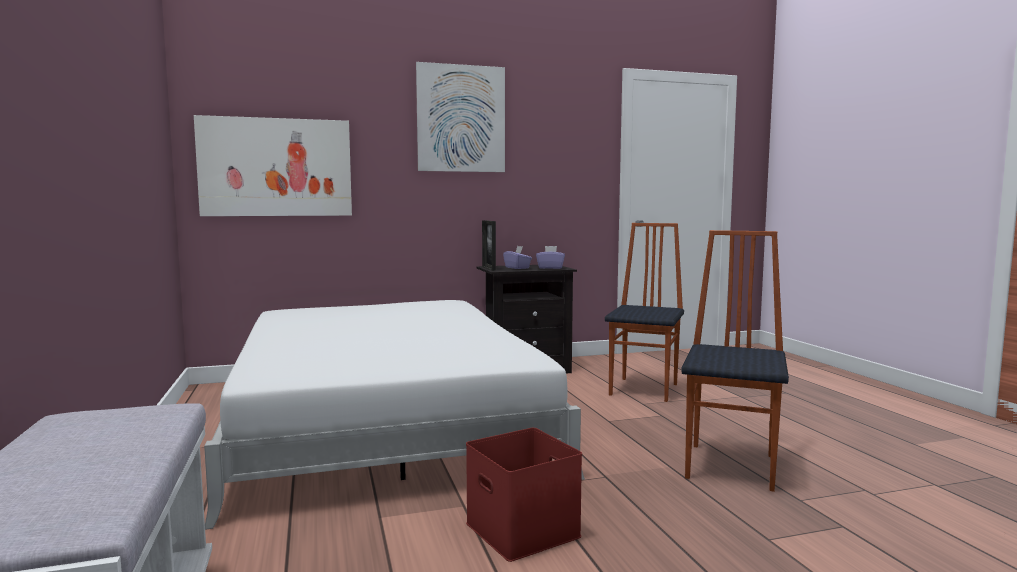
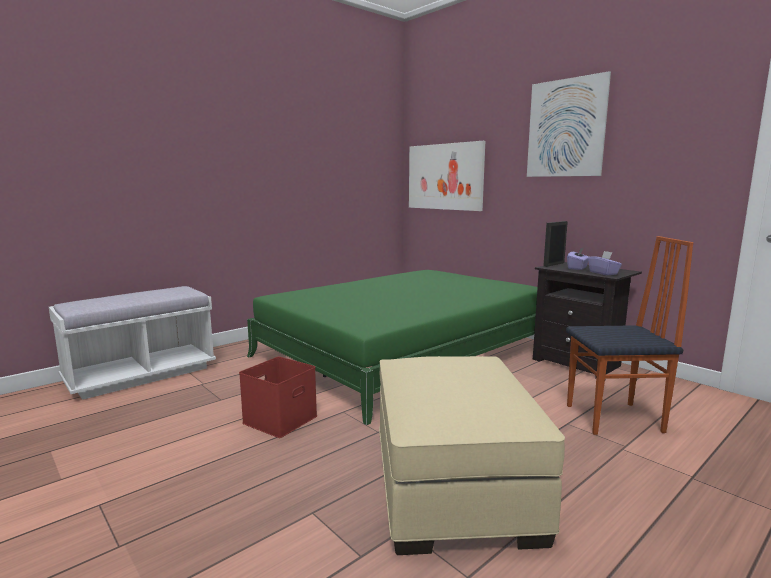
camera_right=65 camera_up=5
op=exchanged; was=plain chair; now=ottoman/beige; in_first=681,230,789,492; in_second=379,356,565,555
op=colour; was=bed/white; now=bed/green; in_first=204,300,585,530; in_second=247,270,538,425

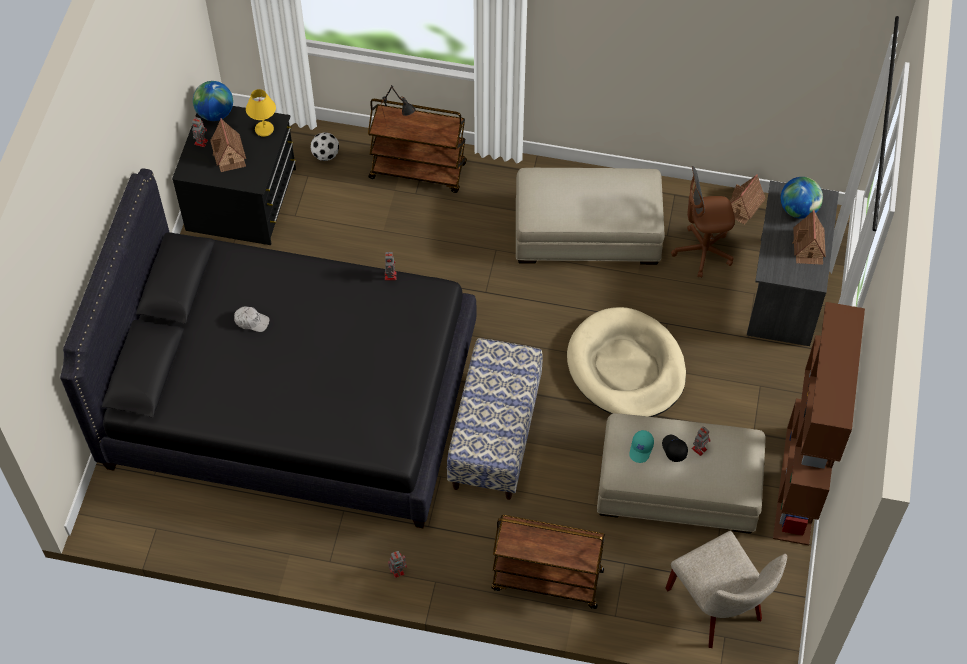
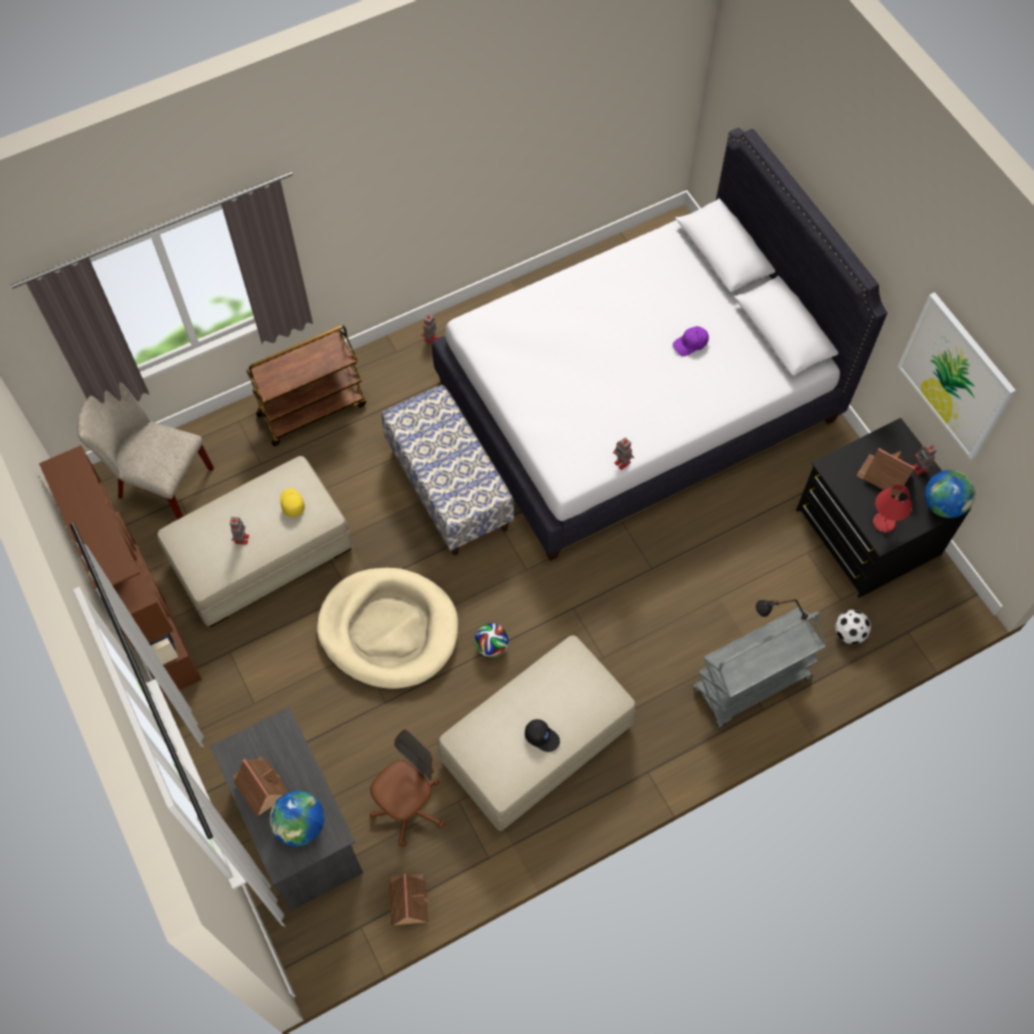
camera_right=140 camera_up=5
op=appeared; now=football; in_second=475,623,509,658
op=appeared; now=picture; in_second=897,292,1016,459
op=relocated; was=cap/black; in_first=662,435,688,462; in_second=525,719,560,752
op=colour; was=bed/black; now=bed/white; in_first=60,168,477,528; in_second=432,128,887,561
op=colour; was=cap/white; now=cap/purple; in_first=234,306,269,332; in_second=673,326,709,356
op=colour; was=tabletop lamp/yellow-coloured; now=tabletop lamp/red-coloured; in_first=246,89,276,137; in_second=873,485,912,533
op=colour; was=trolley/brownish; now=trolley/gray; in_first=368,99,467,193; in_second=693,608,826,727
op=colour; was=cap/turquoise-coloured; now=cap/yellow-coloured; in_first=629,430,654,463; in_second=280,488,305,517

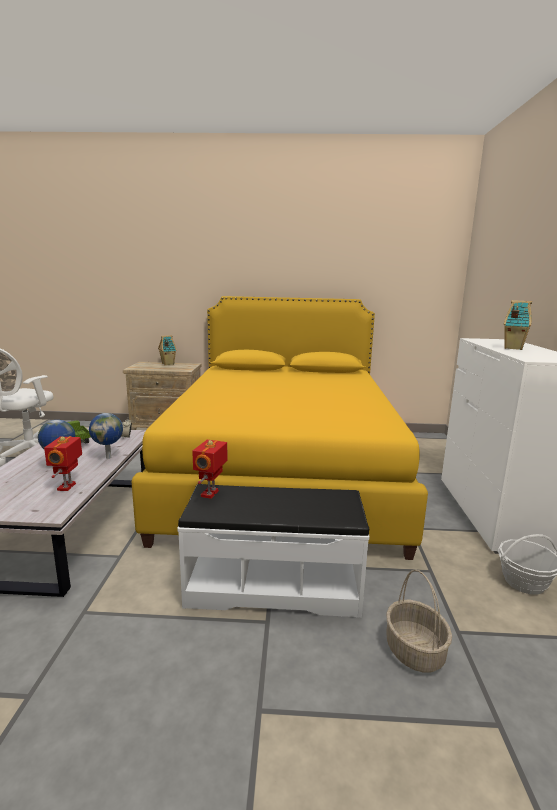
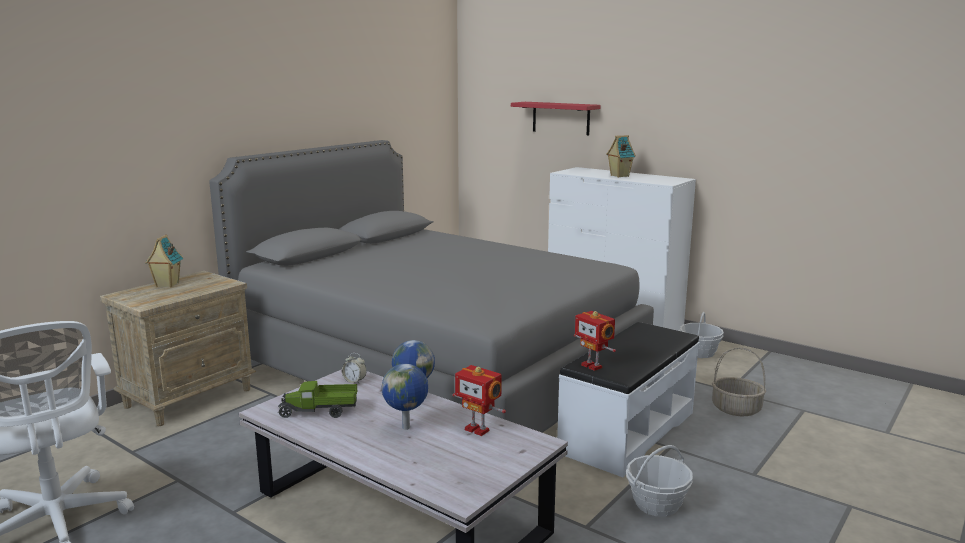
camera_right=-55 camera_up=0
op=appeared; now=shelf/red-coloured; in_second=511,102,601,135
op=appeared; now=household basket; in_second=626,445,693,517
op=colour; was=bed/yellow-coloured; now=bed/gray; in_first=132,296,428,560; in_second=209,140,654,433

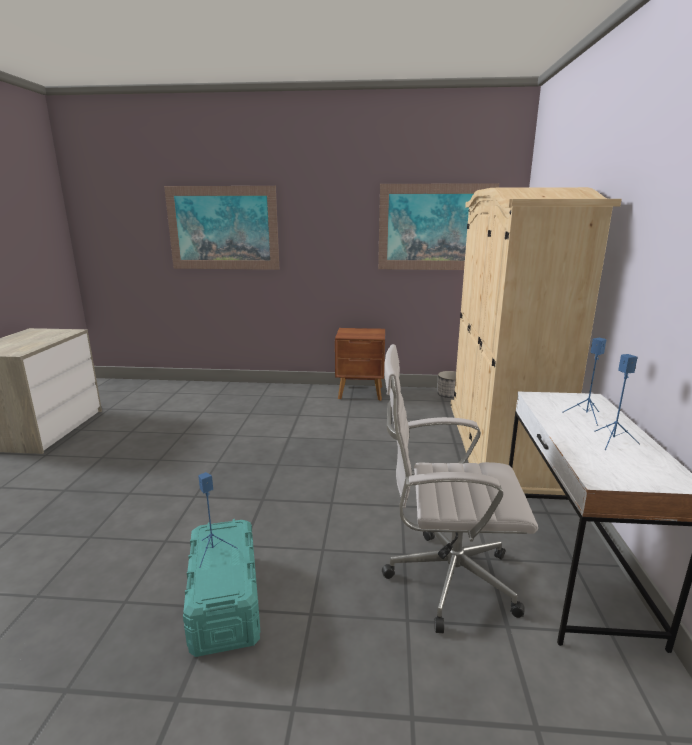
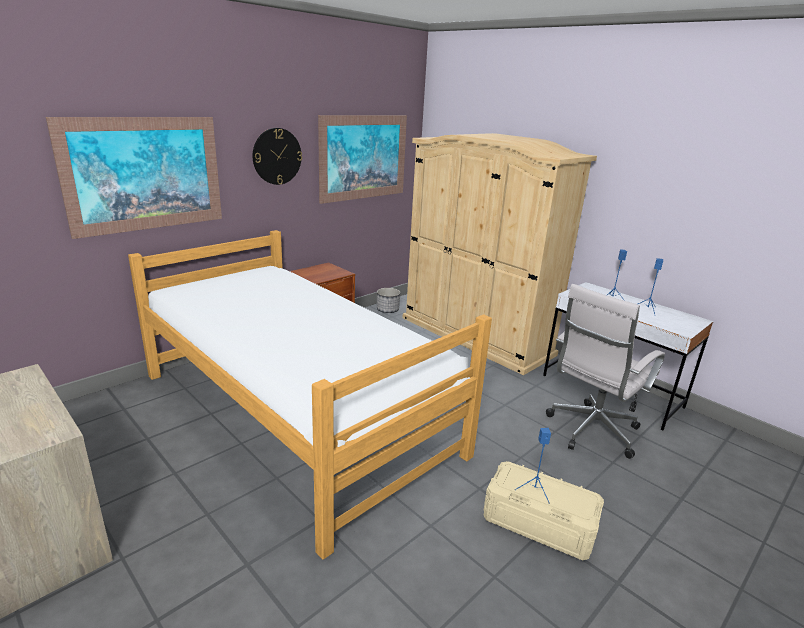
camera_right=-50 camera_up=5
op=appeared; now=bed; in_second=128,230,492,559
op=appeared; now=wall clock; in_second=253,128,302,185
op=colour; was=storage container/turquoise-coloured; now=storage container/beige; in_first=183,519,260,657; in_second=483,461,604,560

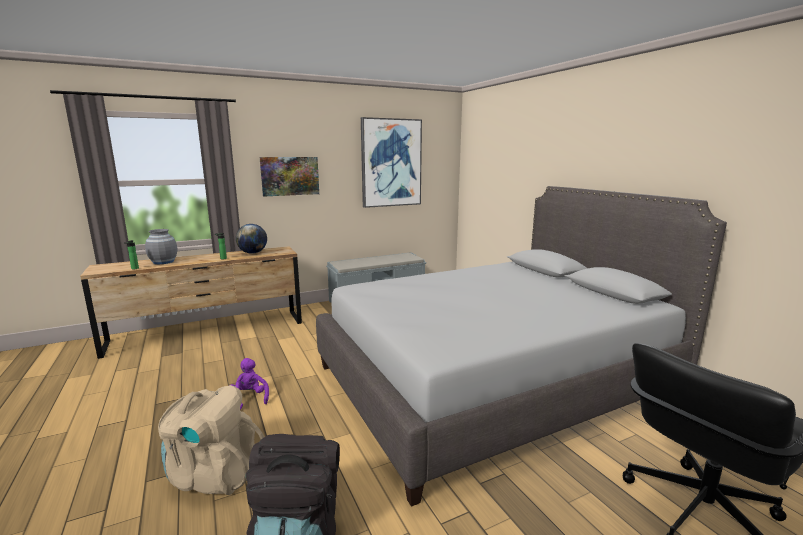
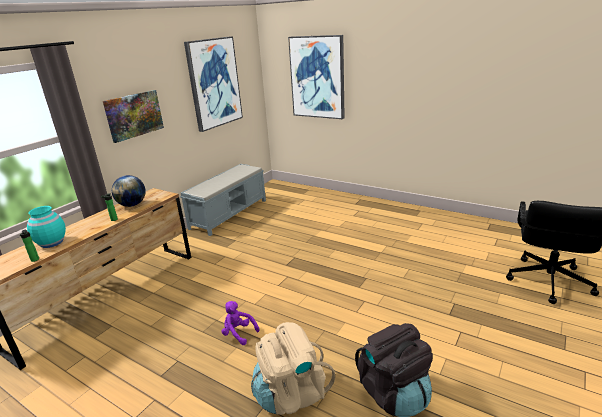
camera_right=-30 camera_up=10
op=missing; was=bed/gray; in_first=316,186,727,507
op=appeared; now=picture; in_second=288,35,345,119
op=colour; was=vase/gray; now=vase/turquoise-coloured; in_first=145,229,177,264; in_second=27,206,66,248

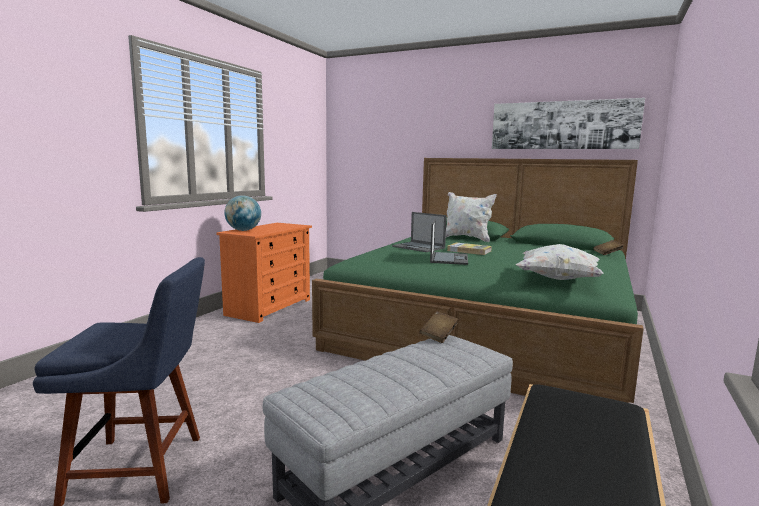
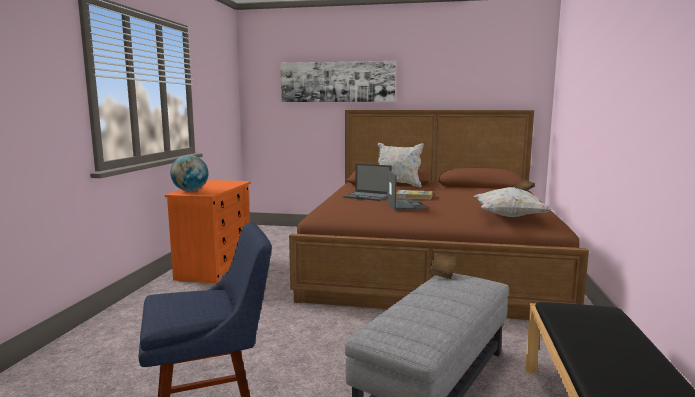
camera_right=-15 camera_up=0
op=relocated; was=picture; in_first=492,98,645,149; in_second=280,61,396,102
op=colour; was=bed/green; now=bed/brownish; in_first=312,158,644,403; in_second=289,110,589,320

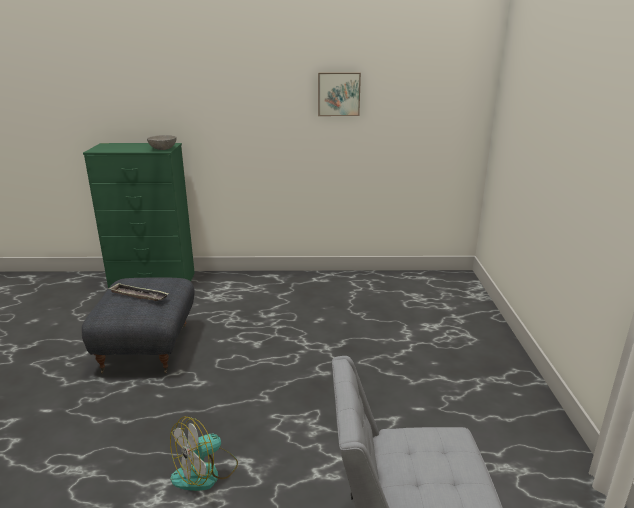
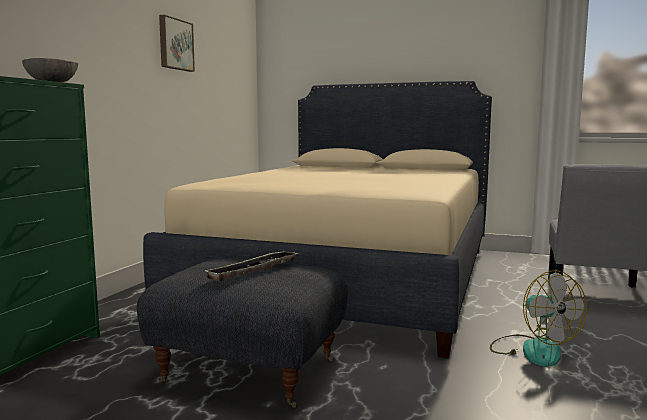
camera_right=-70 camera_up=-15
op=appeared; now=bed/beige; in_second=143,81,492,359

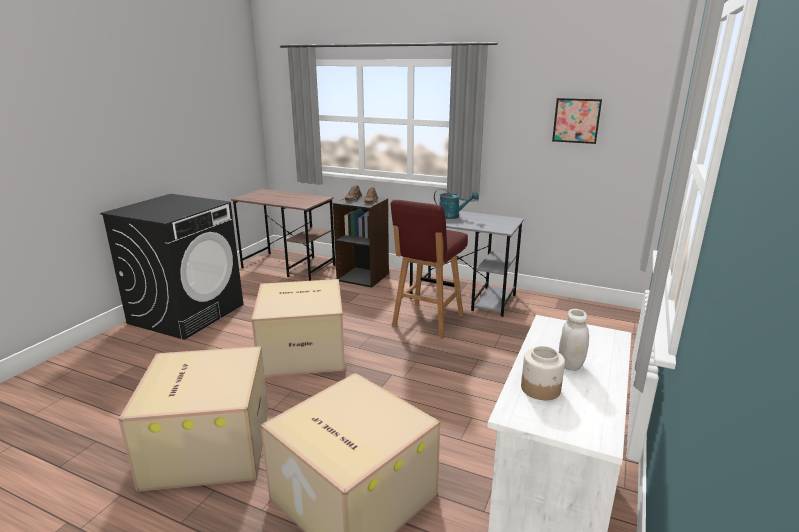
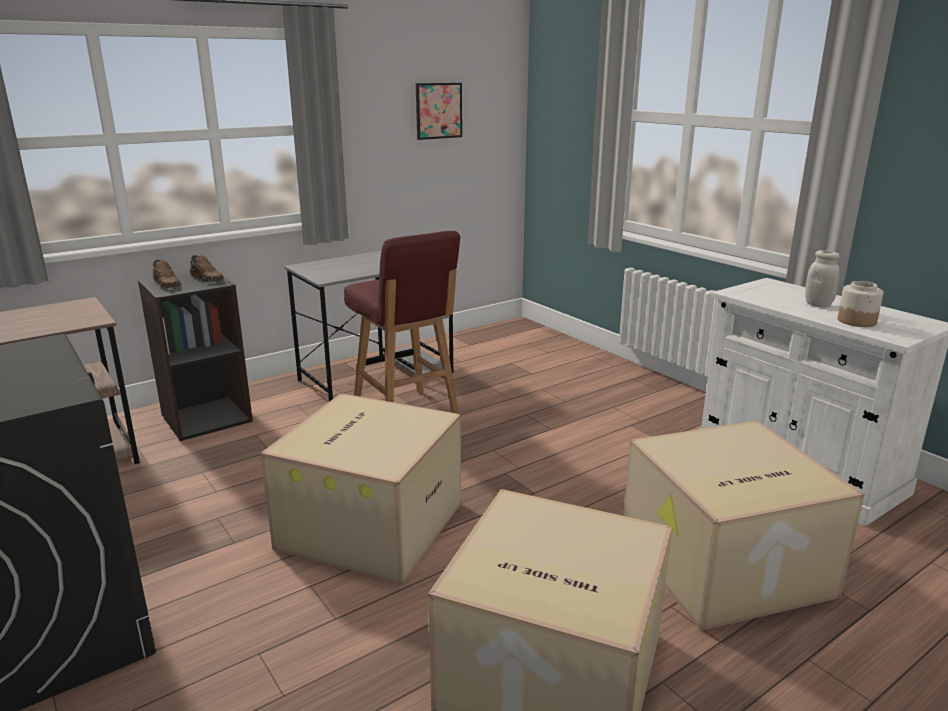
camera_right=-60 camera_up=0
op=missing; was=sprinkling can/turquoise-coloured; in_first=434,189,479,219

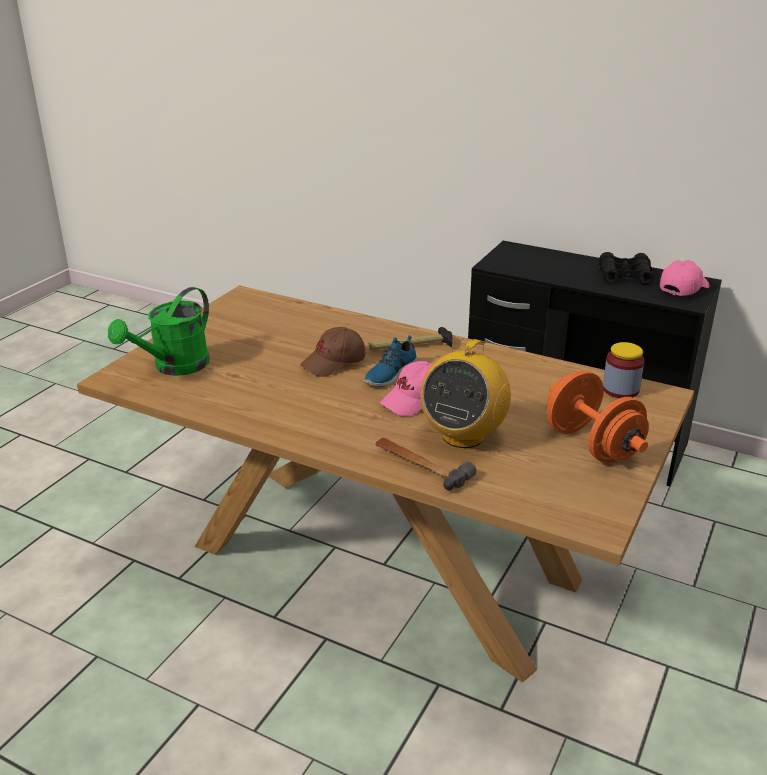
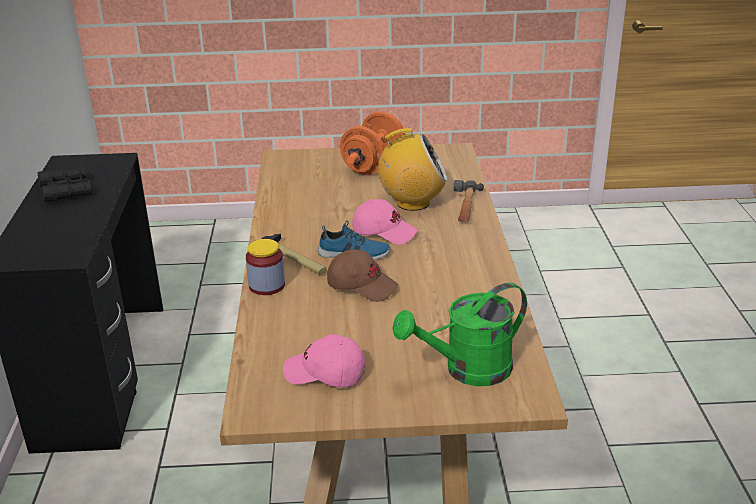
camera_right=-120 camera_up=0
op=relocated; was=preserve jar; in_first=603,342,645,398; in_second=246,239,285,295
op=relocated; was=cap/pink-coloured; in_first=660,260,709,296; in_second=283,334,365,387
op=spun; was=sprinkling can/green; in_first=108,287,209,376; in_second=392,283,527,386; clockwise=150

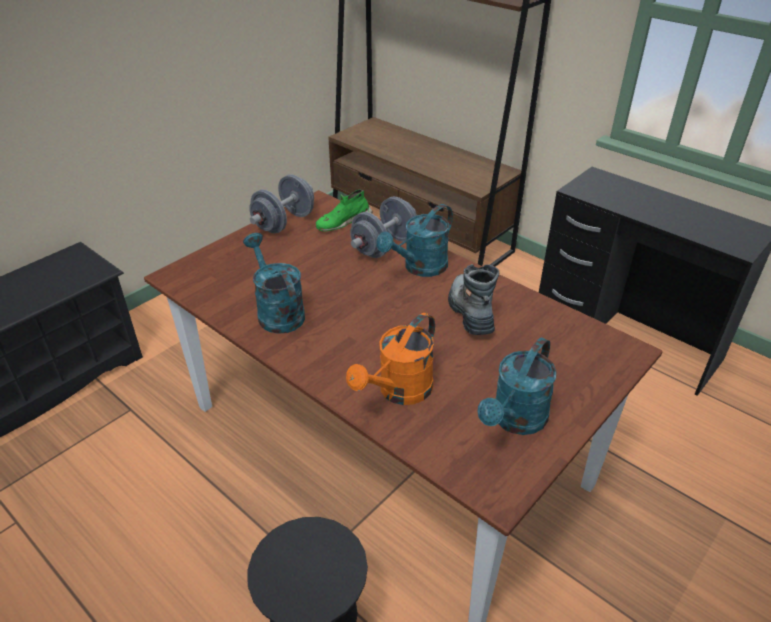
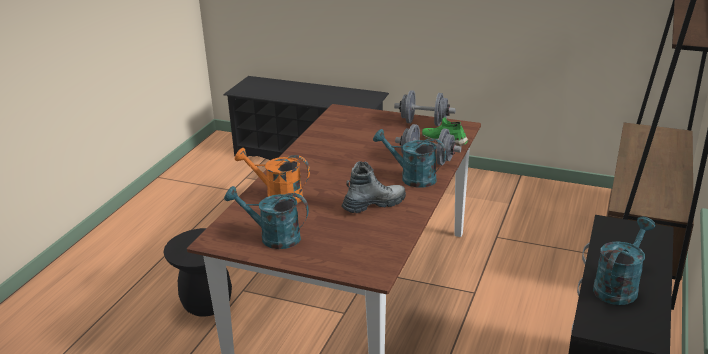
camera_right=70 camera_up=-10
op=relocated; was=sprinkling can/turquoise-coloured; in_first=243,233,305,334; in_second=593,217,656,305

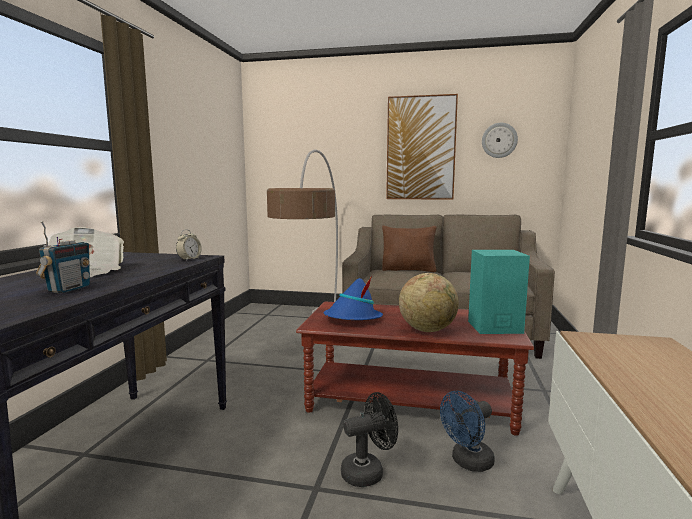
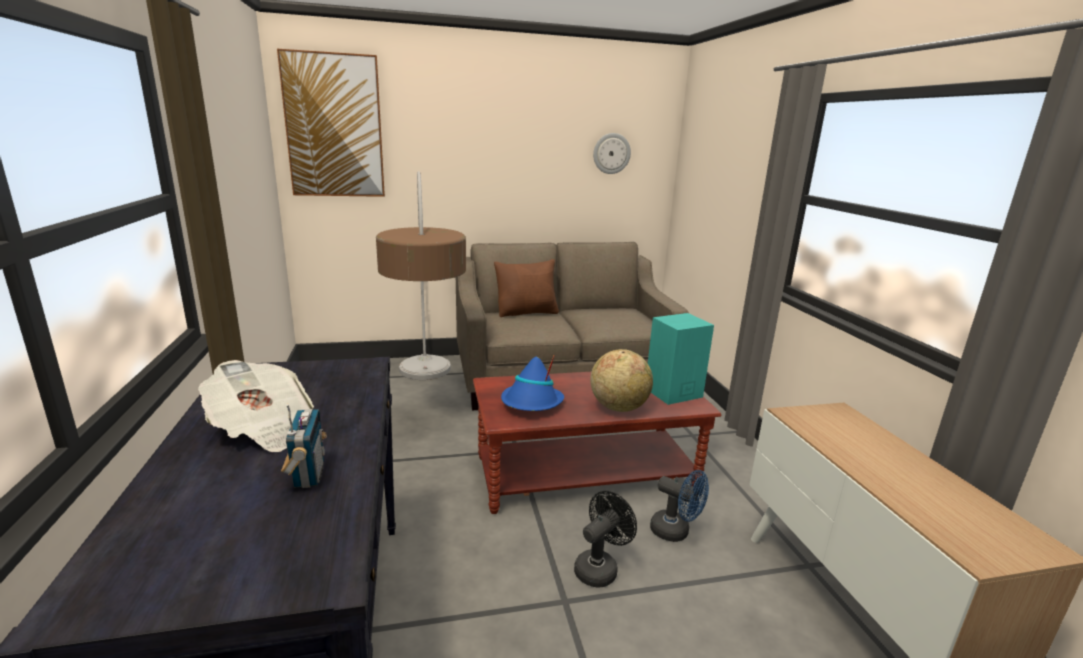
camera_right=-25 camera_up=10
op=missing; was=alarm clock; in_first=176,229,202,261
op=relocated; was=picture; in_first=386,94,458,200; in_second=277,49,385,197
op=spun; was=cooling fan/blue-coloured; in_first=440,391,495,472; in_second=650,470,709,542; clockwise=-90

